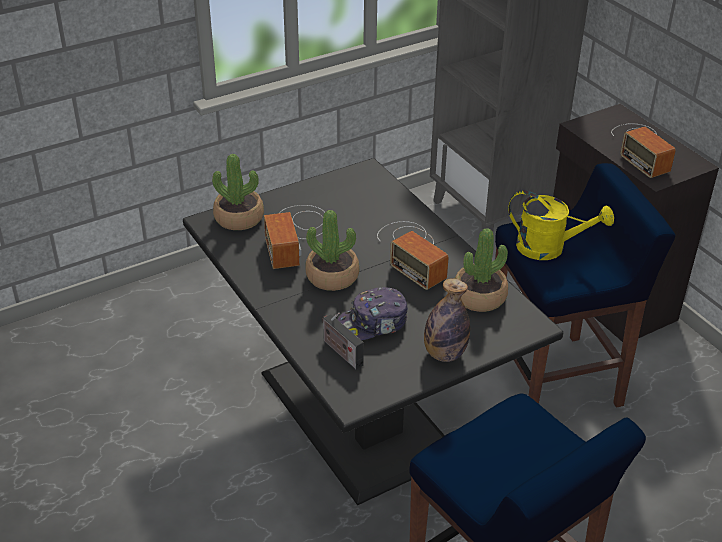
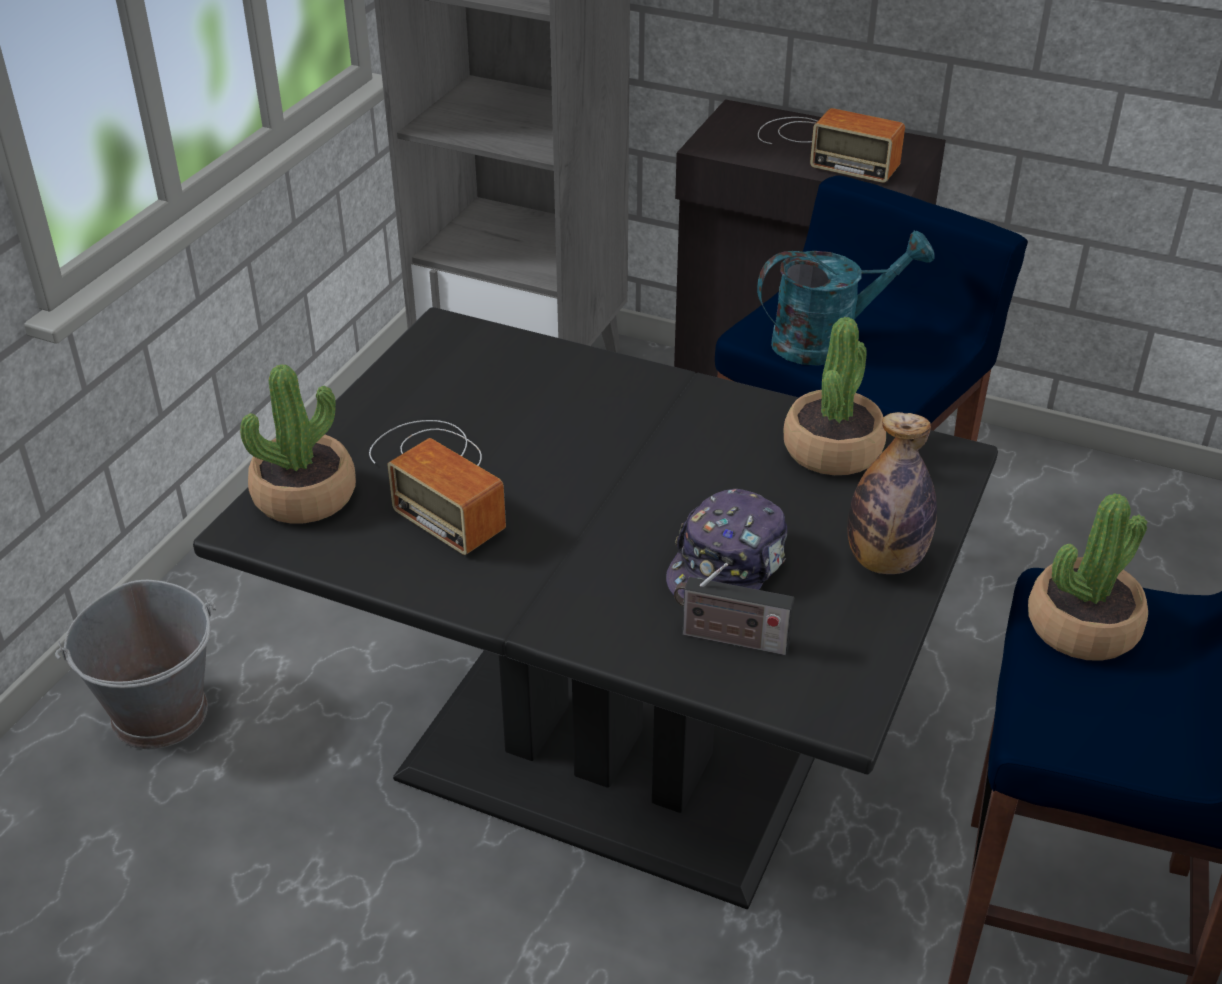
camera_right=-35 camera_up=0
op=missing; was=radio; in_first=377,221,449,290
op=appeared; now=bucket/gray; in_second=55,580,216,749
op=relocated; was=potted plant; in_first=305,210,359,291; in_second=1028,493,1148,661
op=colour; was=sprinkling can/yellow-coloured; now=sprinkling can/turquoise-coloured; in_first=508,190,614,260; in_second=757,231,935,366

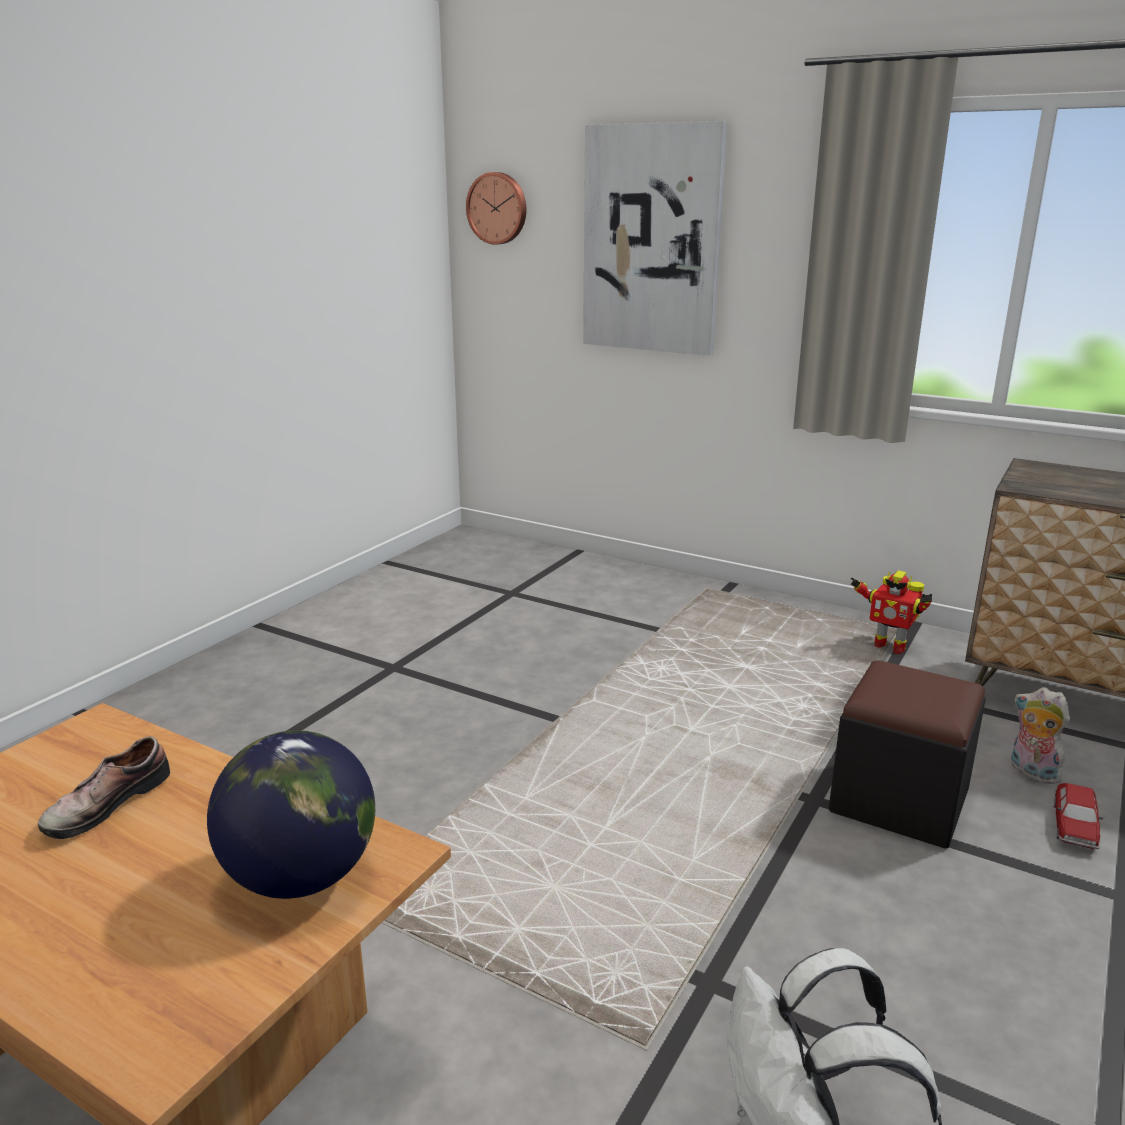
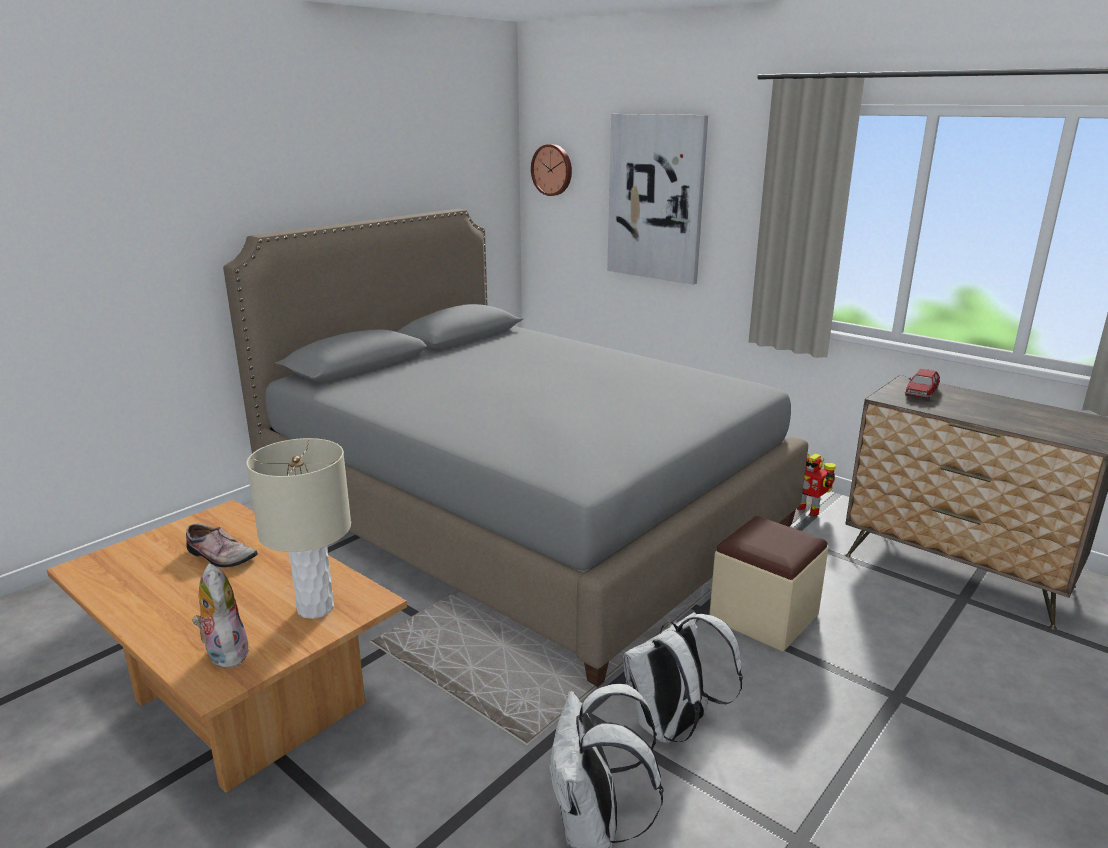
camera_right=10 camera_up=0
op=appeared; now=bed/gray; in_second=223,209,809,688
op=appeared; now=backpack/white; in_second=623,612,743,743
op=relocated; was=plush toy; in_first=1011,687,1070,784; in_second=192,563,250,668
op=relocated; was=miniature car; in_first=1053,783,1103,849; in_second=905,368,940,400
op=exchanged; was=world globe; now=tabletop lamp/beige; in_first=207,730,375,899; in_second=246,438,351,619
op=colour; was=ottoman/black; now=ottoman/beige; in_first=829,660,986,849; in_second=709,516,828,652
op=spun; was=shoe; in_first=38,736,170,839; in_second=186,524,258,568; clockwise=-105

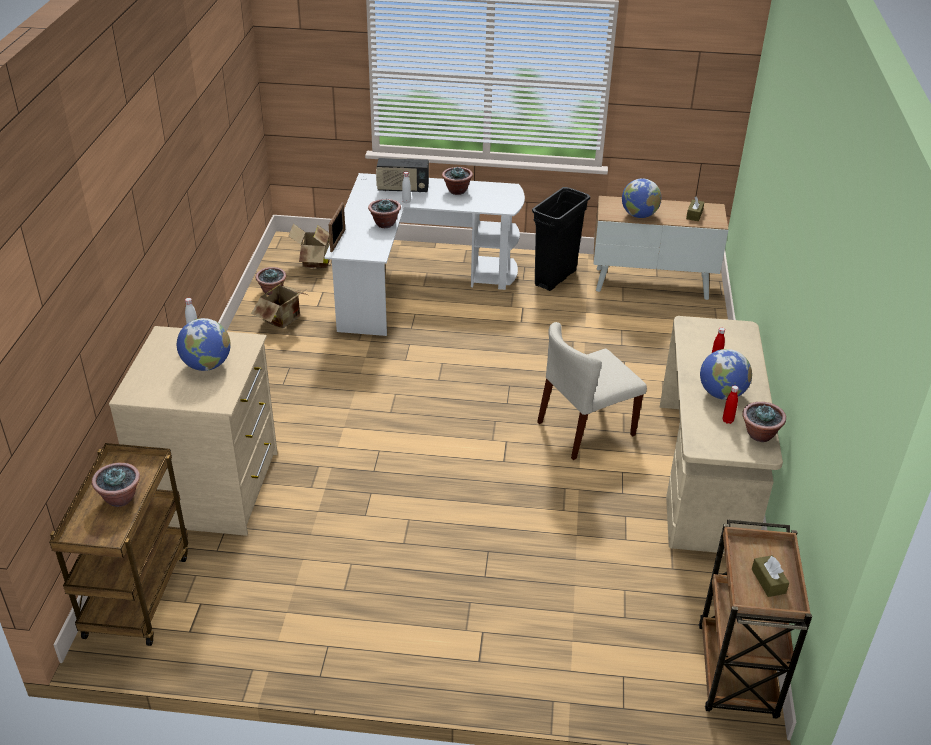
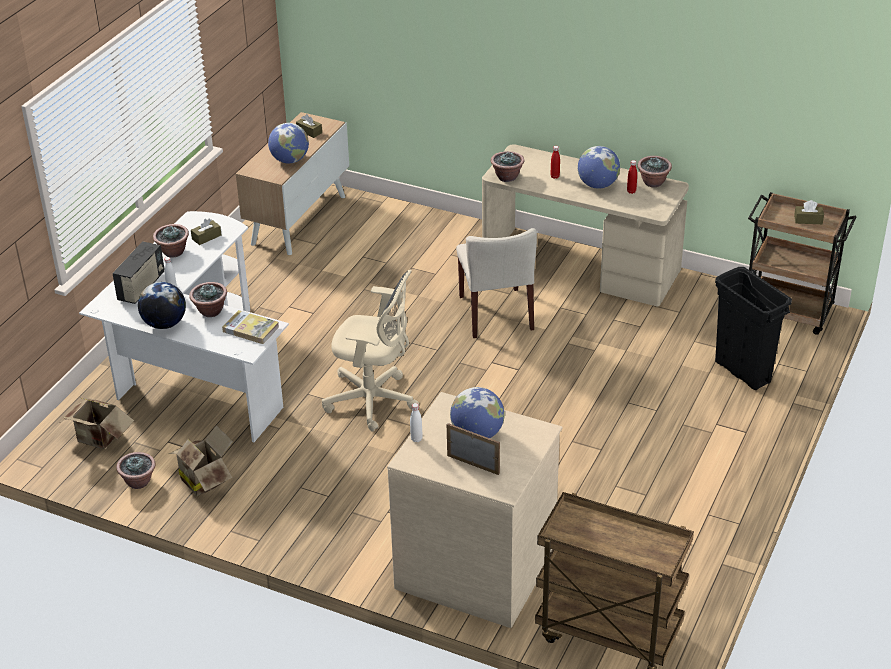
camera_right=-70 camera_up=0
op=appeared; now=world globe; in_second=138,282,186,329
op=appeared; now=tissue holder/brownish; in_second=191,218,222,245
op=appeared; now=volume; in_second=222,310,279,344
op=appeared; now=desk chair/beige; in_second=322,270,419,432
op=relocated; was=potted plant; in_first=92,463,140,507; in_second=491,151,524,182
op=relocated; was=photo frame; in_first=328,203,345,252; in_second=447,423,500,475
op=relocated; was=trash can/black; in_first=532,187,590,291; in_second=715,267,792,390

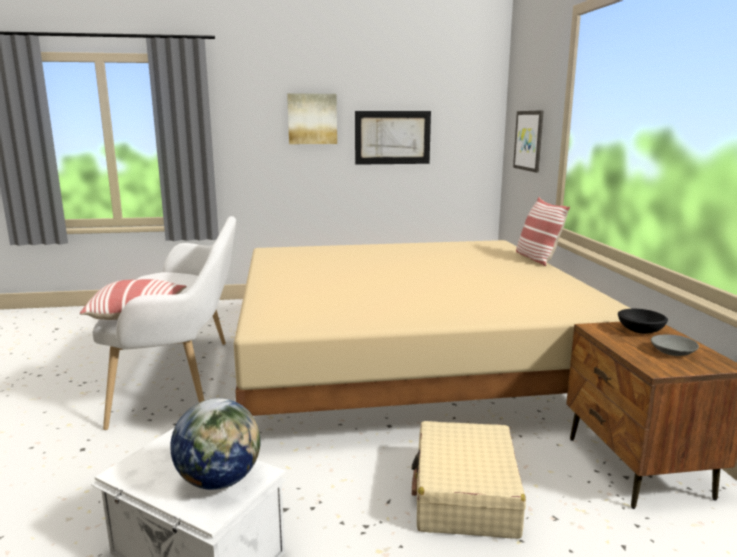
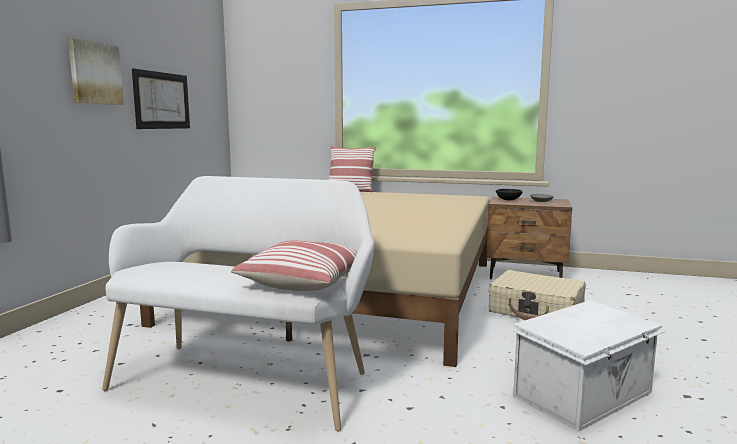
camera_right=-65 camera_up=-5
op=missing; was=world globe; in_first=170,398,261,490
op=missing; was=picture; in_first=513,110,544,173

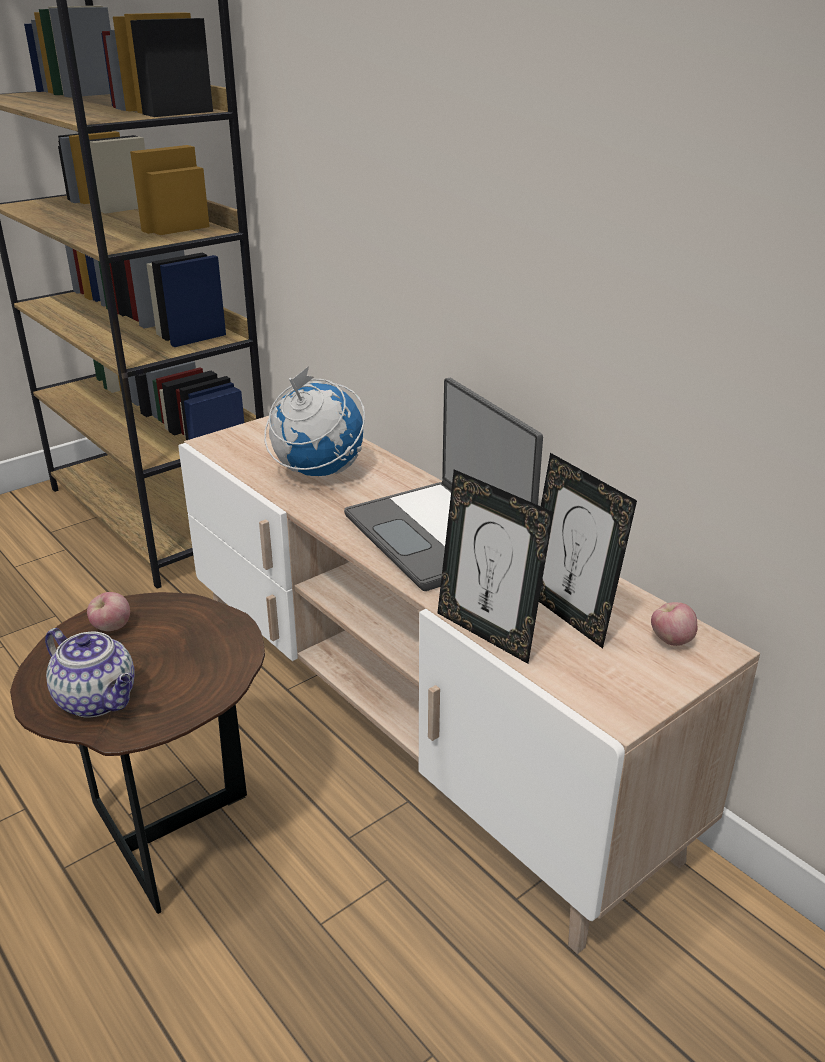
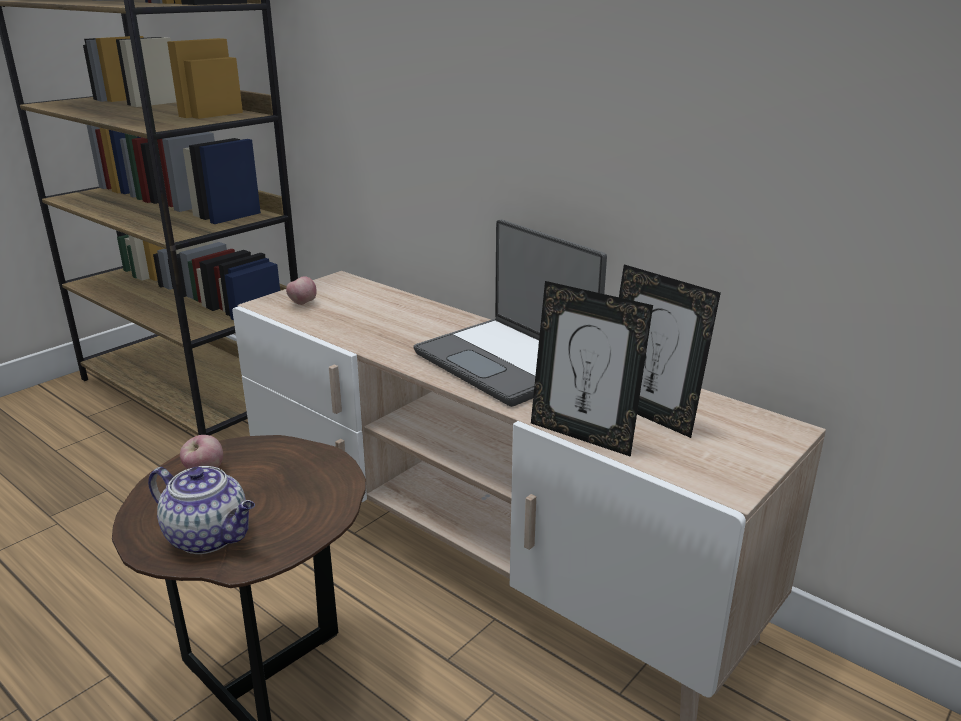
camera_right=-10 camera_up=-5
op=missing; was=world globe; in_first=264,366,365,476
op=relocated; was=apple; in_first=651,602,697,646; in_second=286,276,317,305

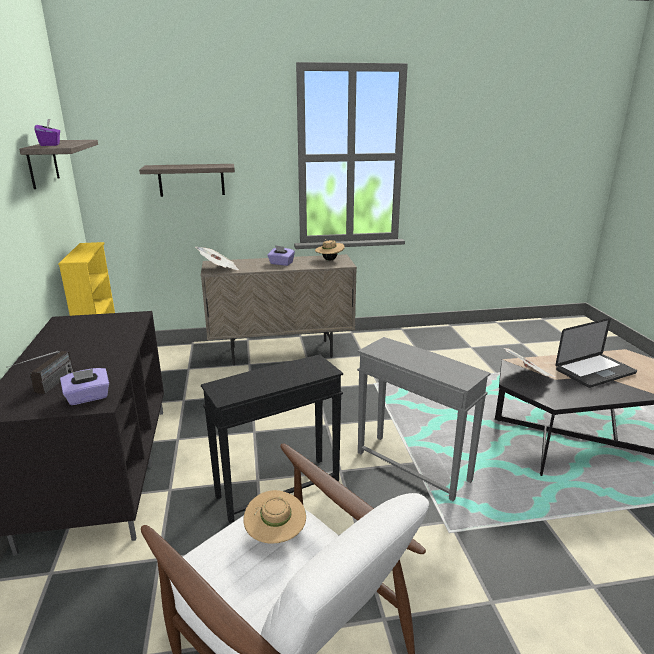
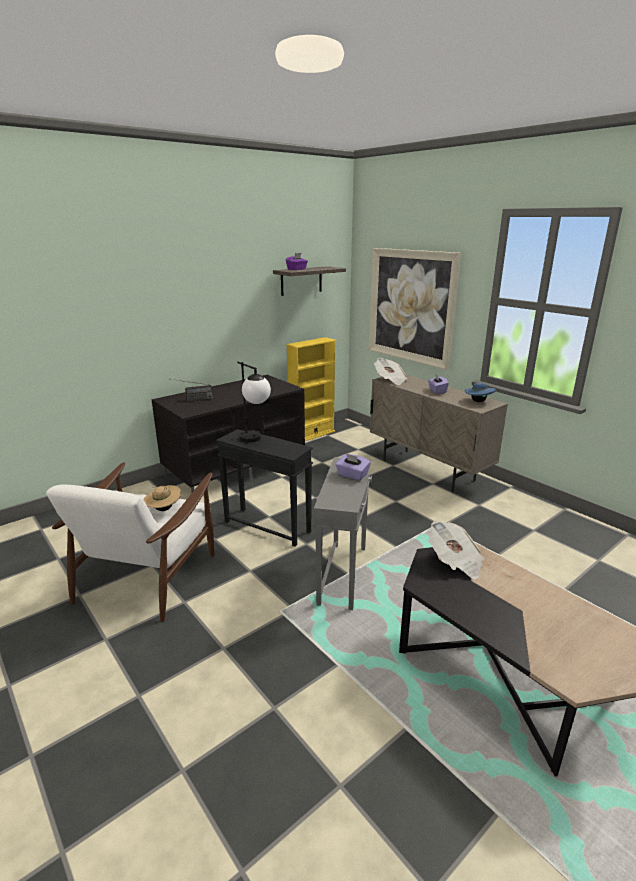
camera_right=60 camera_up=0
op=missing; was=notebook computer; in_first=555,318,637,388
op=appeared; now=tabletop lamp; in_second=237,362,271,443
op=relocated; was=tissue holder/purple; in_first=60,368,109,405; in_second=336,453,371,480
op=exchanged; was=shelf; now=picture; in_first=139,164,235,197; in_second=368,248,461,370
op=colour; was=clothing hat/beige; now=clothing hat/blue-coloured; in_first=315,240,345,261; in_second=465,381,496,402

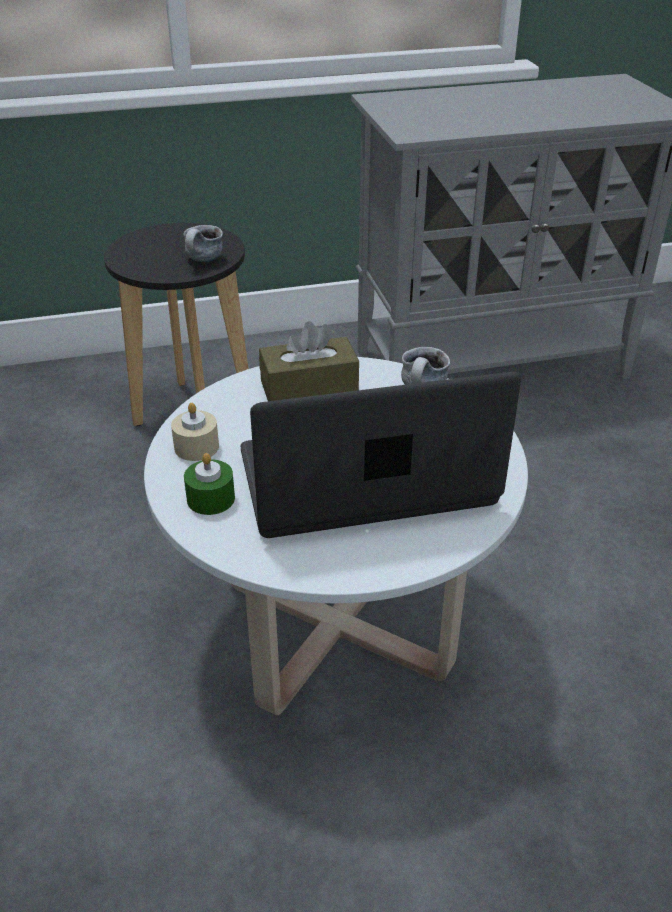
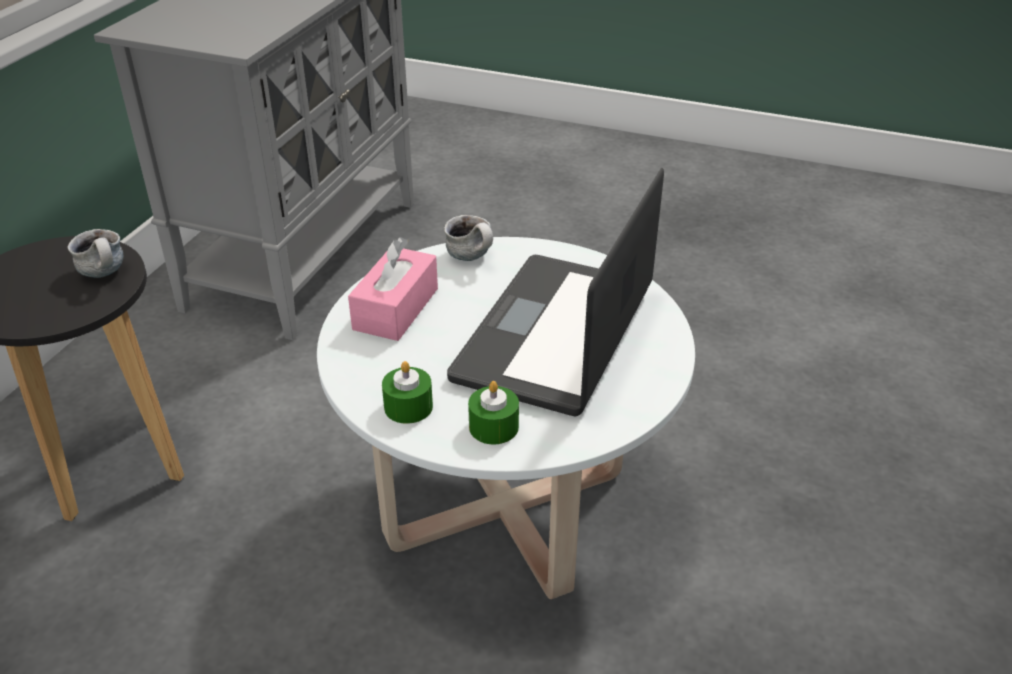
camera_right=-55 camera_up=0
op=colour; was=candle/beige; now=candle/green; in_first=171,403,219,461; in_second=382,361,433,424
op=colour; was=tissue holder/brownish; now=tissue holder/pink-coloured; in_first=259,321,359,401; in_second=348,237,438,341

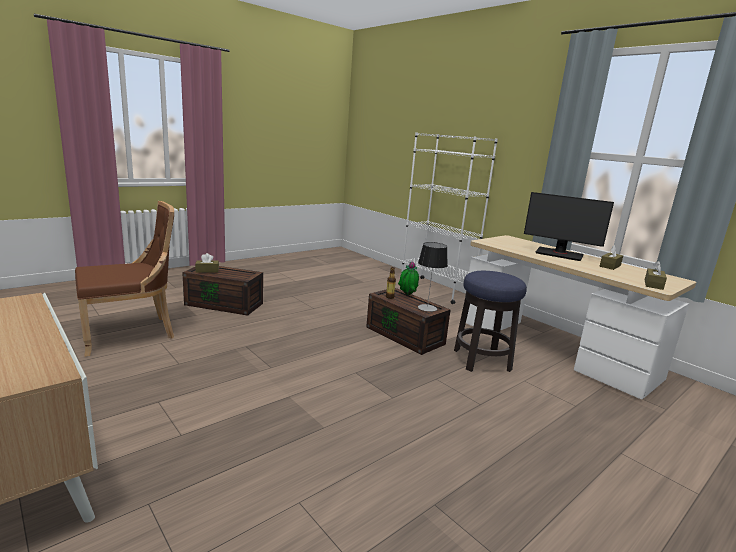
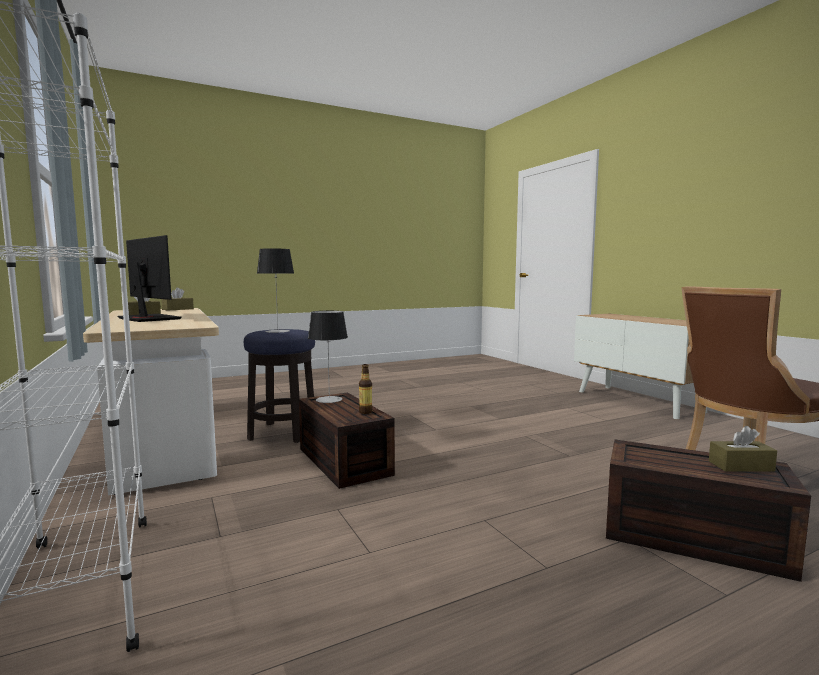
camera_right=-165 camera_up=-10
op=missing; was=potted plant; in_first=398,261,419,295
op=appeared; now=tabletop lamp; in_second=257,248,294,333

